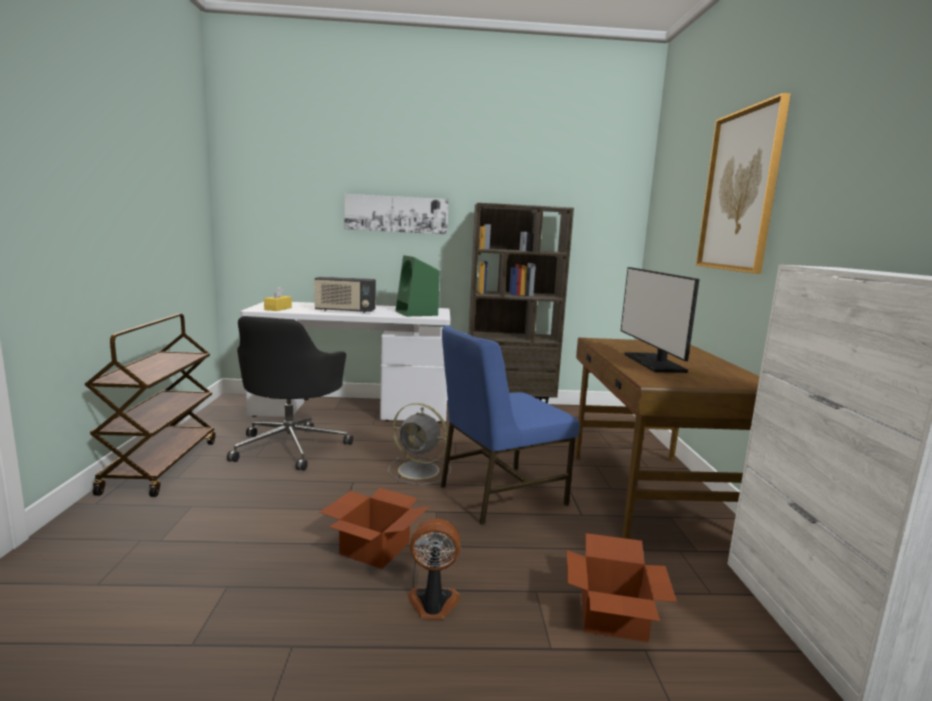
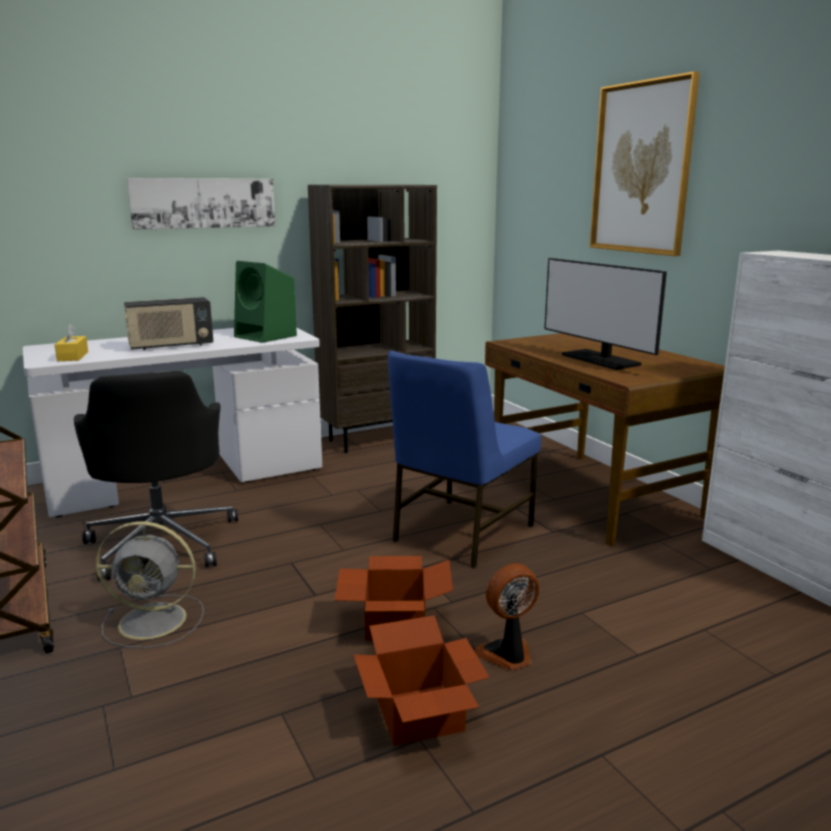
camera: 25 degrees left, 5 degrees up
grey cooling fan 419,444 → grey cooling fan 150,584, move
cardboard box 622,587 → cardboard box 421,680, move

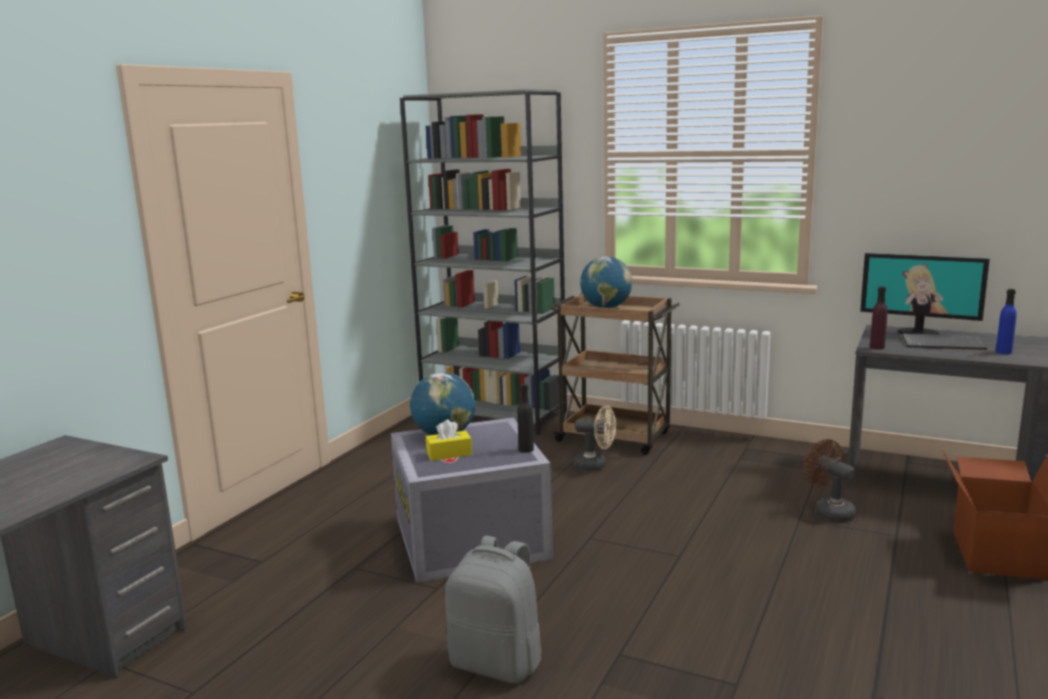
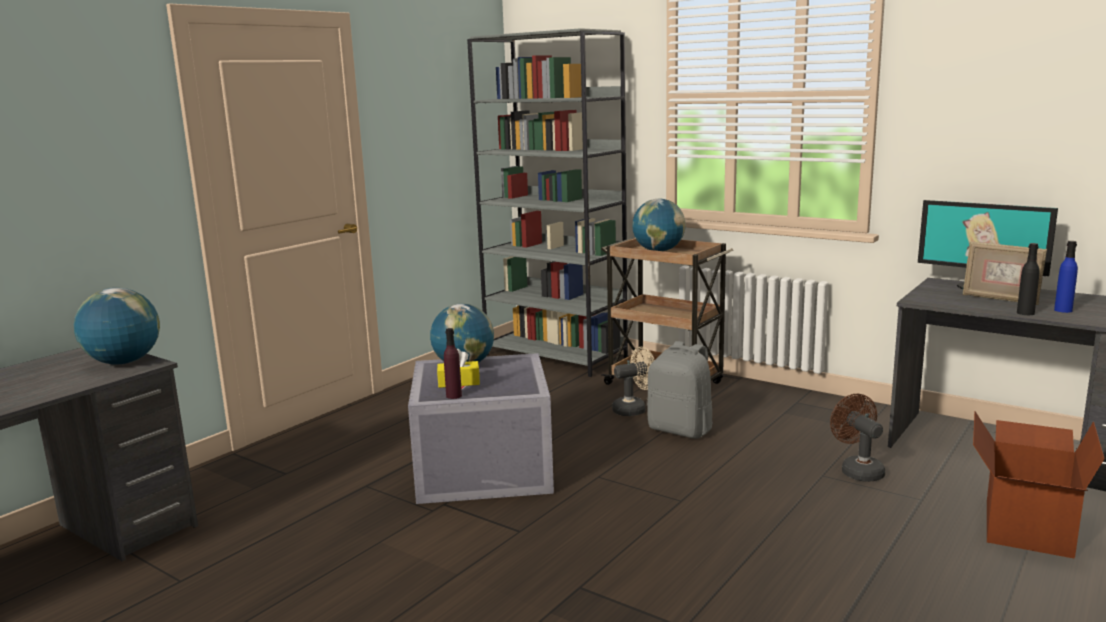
camera: 10 degrees right, 0 degrees up
purple-coloured bottle 879,318 → purple-coloured bottle 453,363, move
computer keyboard 944,341 → picture frame 1005,273
blackish bottle 525,418 → blackish bottle 1028,279, move
beige cooling fan 595,438 → beige cooling fan 633,381, 45 degrees counterclockwise
grey knapsack 493,609 → grey knapsack 680,390, move
- → globe 117,326

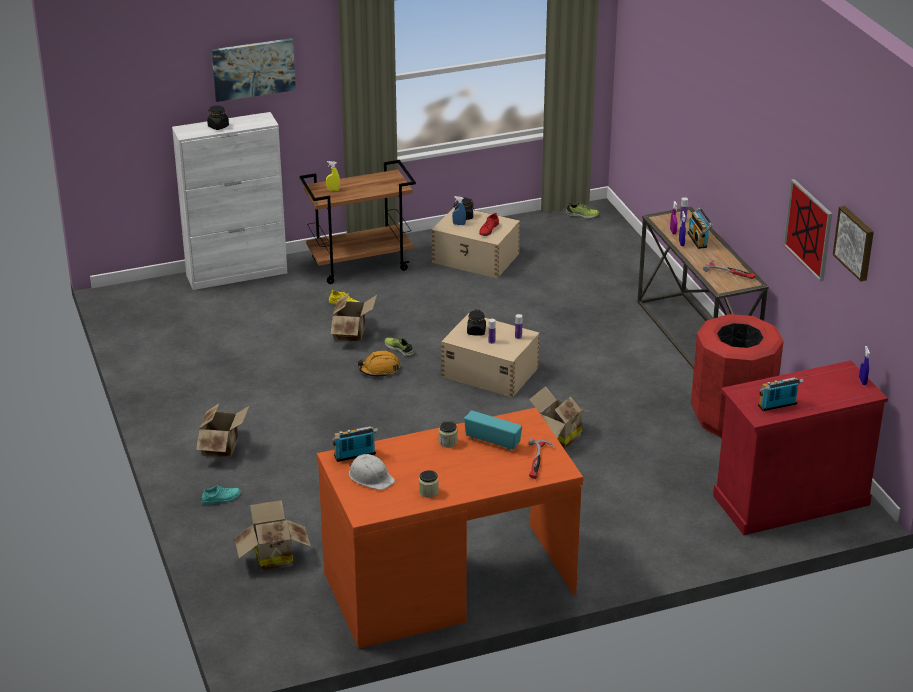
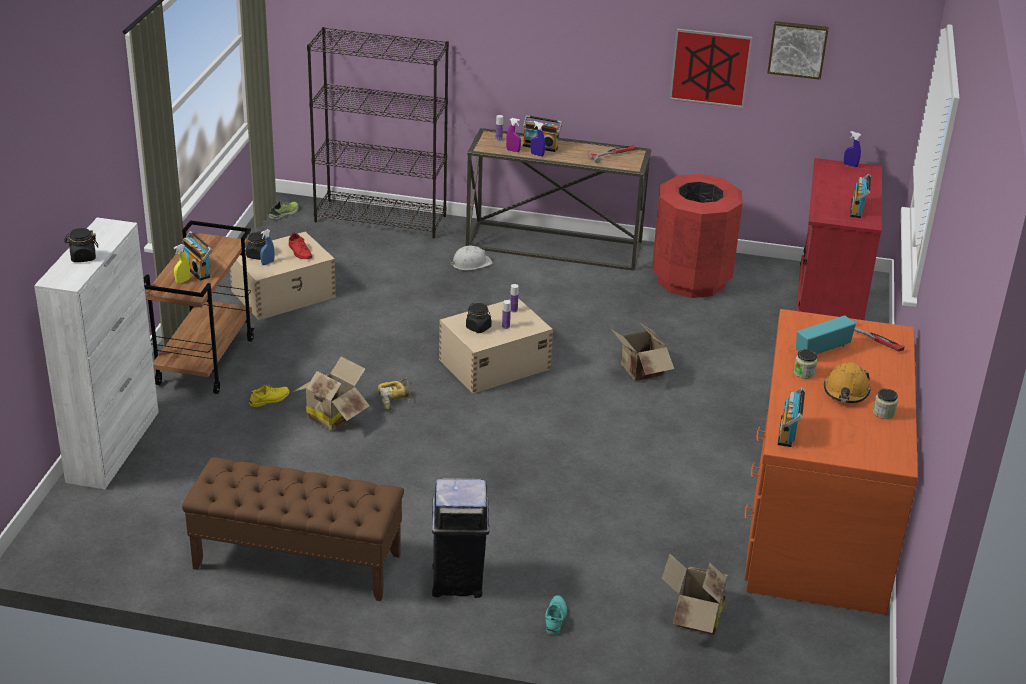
camera: 60 degrees left, 0 degrees up
picture 253,70 → -
low shoe 399,347 → power drill 394,394
orange-coloured hard hat 378,363 → orange-coloured hard hat 847,382, move
cardboard box 222,430 → blackish trash can 460,538
whitish hard hat 372,472 → whitish hard hat 471,258, move
- → blackish bookcase 378,132
- → radio 197,256
- → brown-coloured bench 293,529

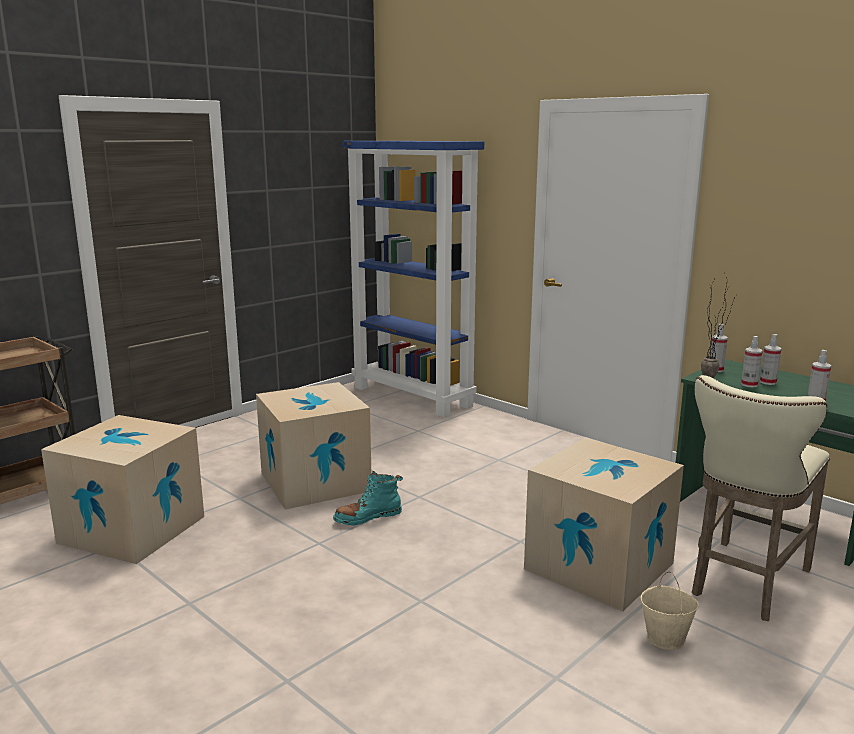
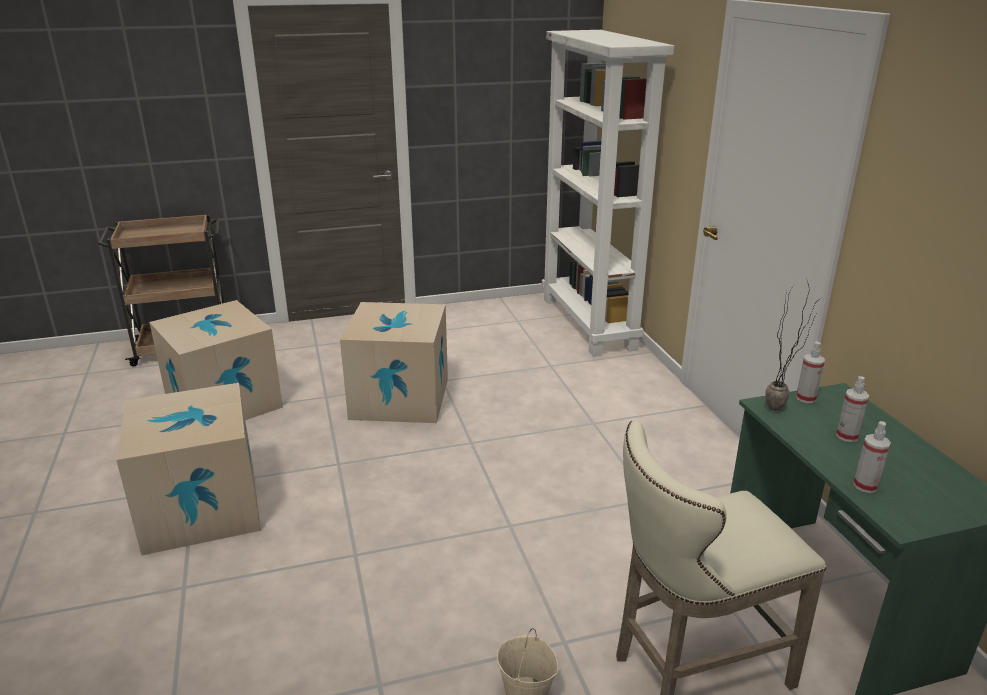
camera: 30 degrees right, 10 degrees up
blue bookcase 413,279 → whitish bookcase 608,193
hand sprayer 752,361 → -
cardboard box 604,524 → cardboard box 188,469, move
turquoise-coloured tall boot 368,498 → -

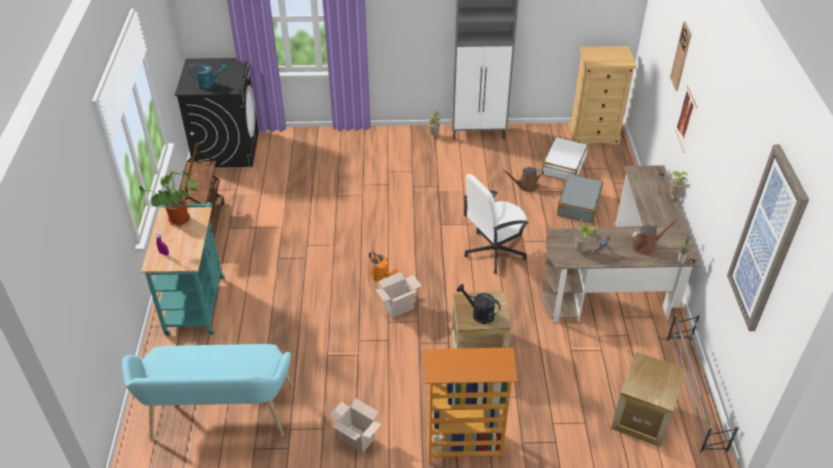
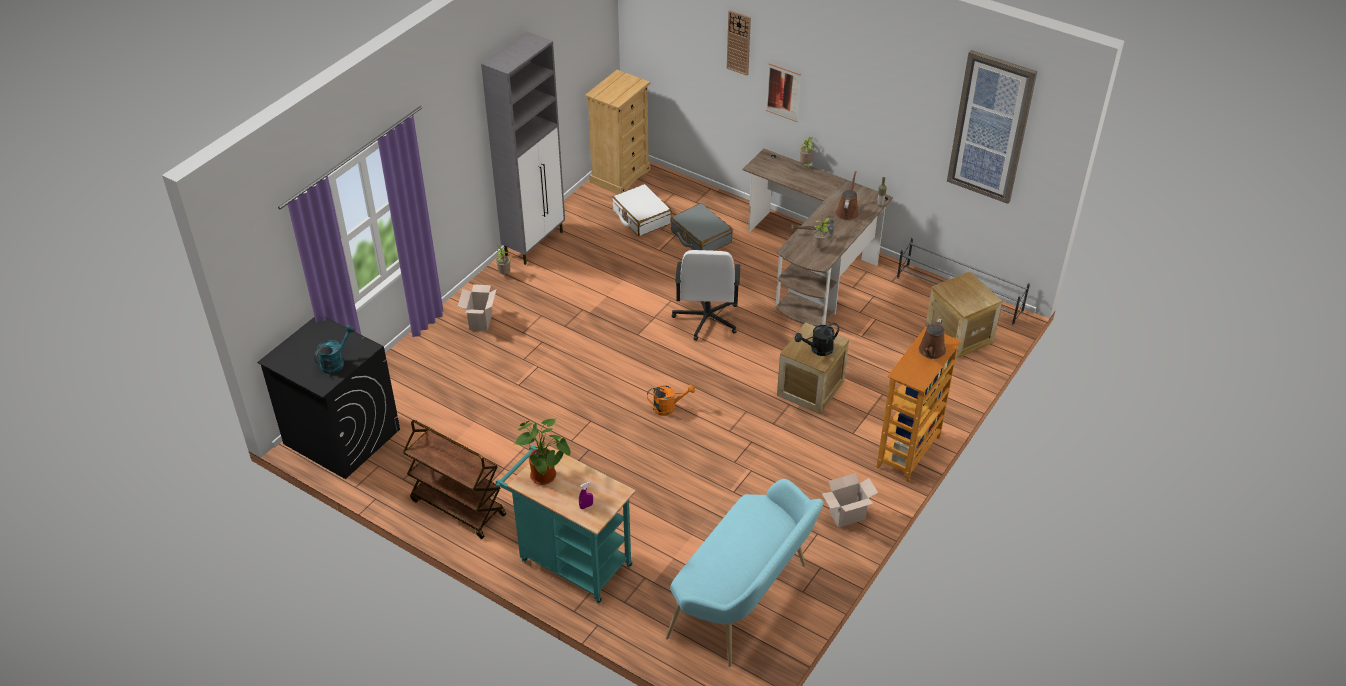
camera: 55 degrees left, 0 degrees up
brown-coloured watering pot 523,179 → brown-coloured watering pot 932,338, move
cardboard box 398,295 → cardboard box 477,307, move

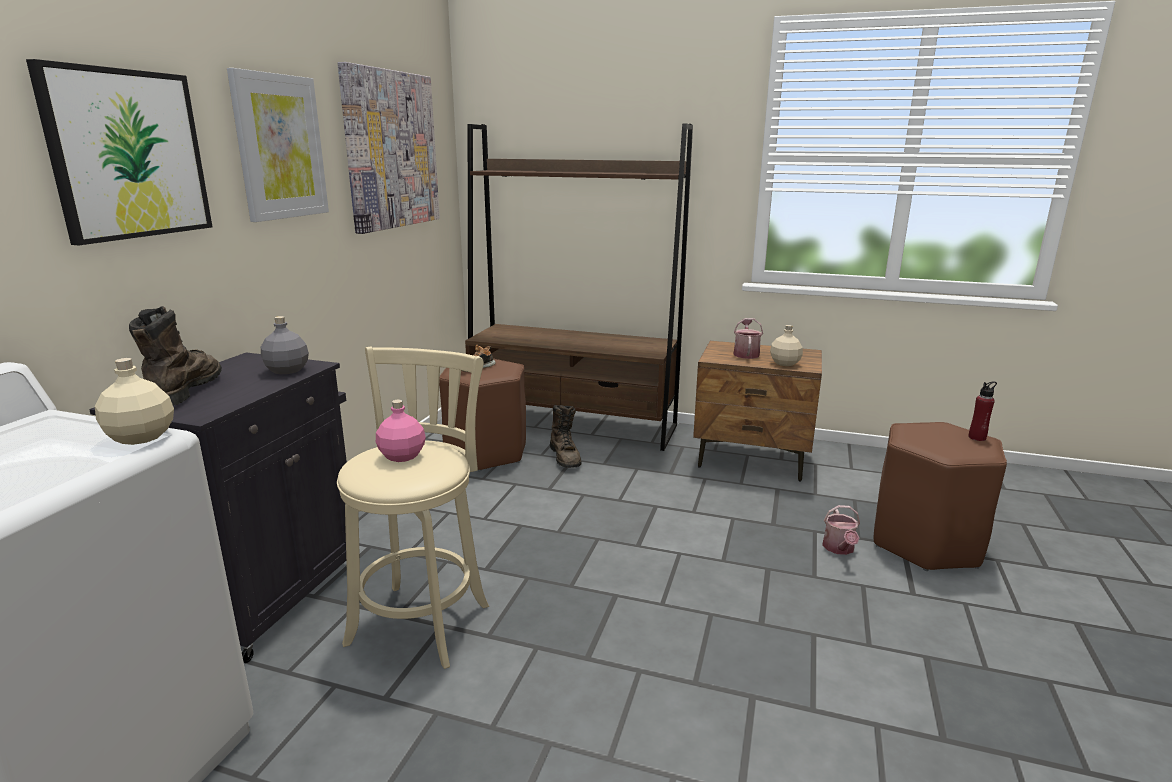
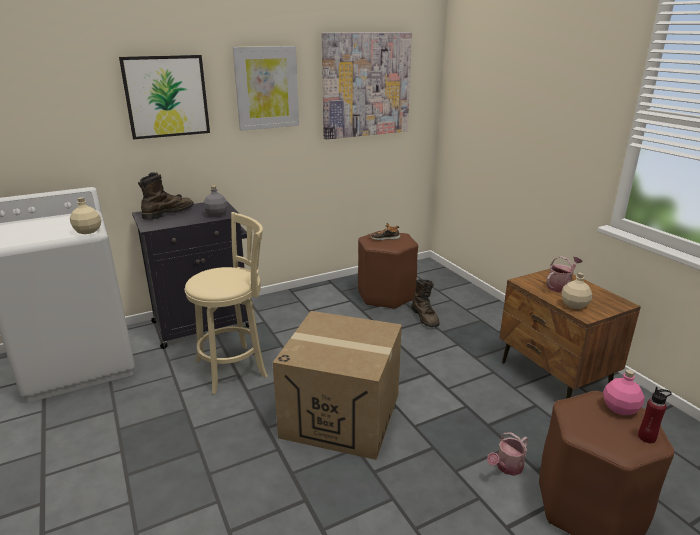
camera: 45 degrees right, 5 degrees up
brown-coloured bookcase 579,287 → -
pinkish bottle 401,431 → pinkish bottle 624,392, move
brown-coloured tall boot 565,436 → brown-coloured tall boot 425,303, 45 degrees counterclockwise
- → cardboard box 337,385

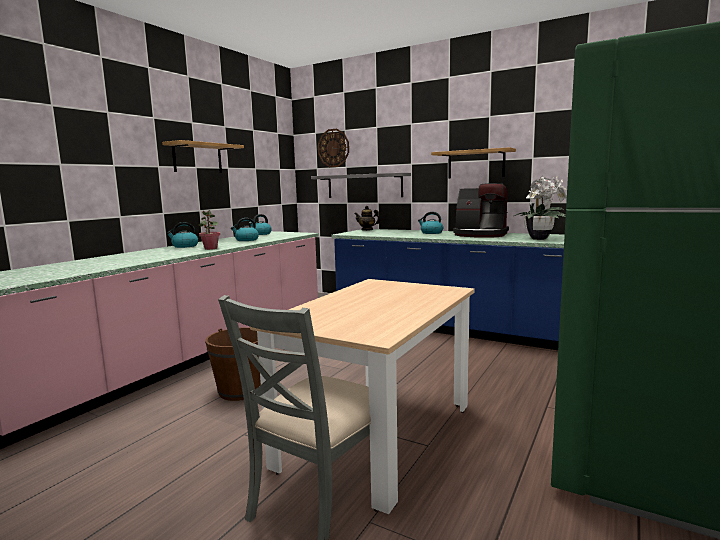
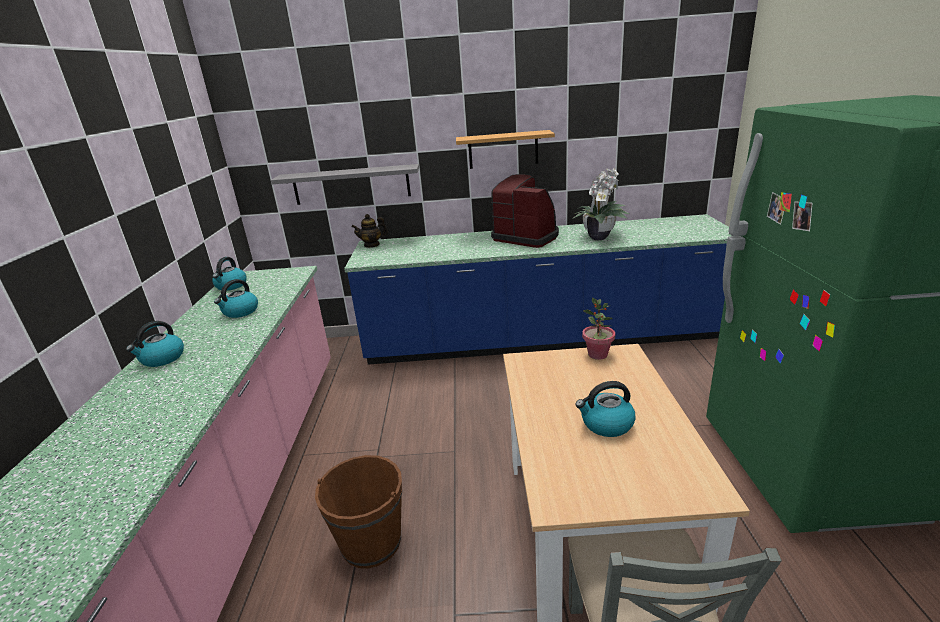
camera: 30 degrees left, 15 degrees up
wall clock 333,148 → -
bracket shelf 203,156 → -
coffee brewer 481,210 → coffee brewer 525,211, 135 degrees counterclockwise
houseplant 209,230 → houseplant 598,329, move
tea kettle 430,223 → tea kettle 605,409, move

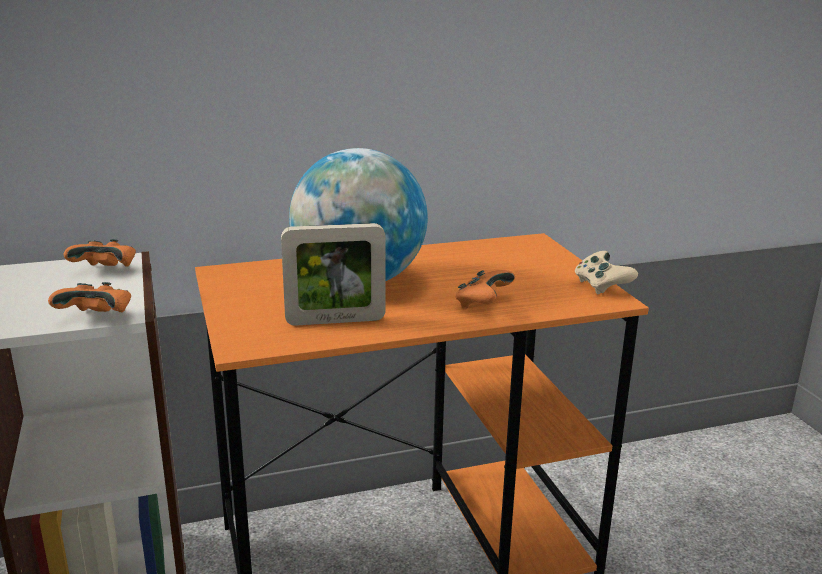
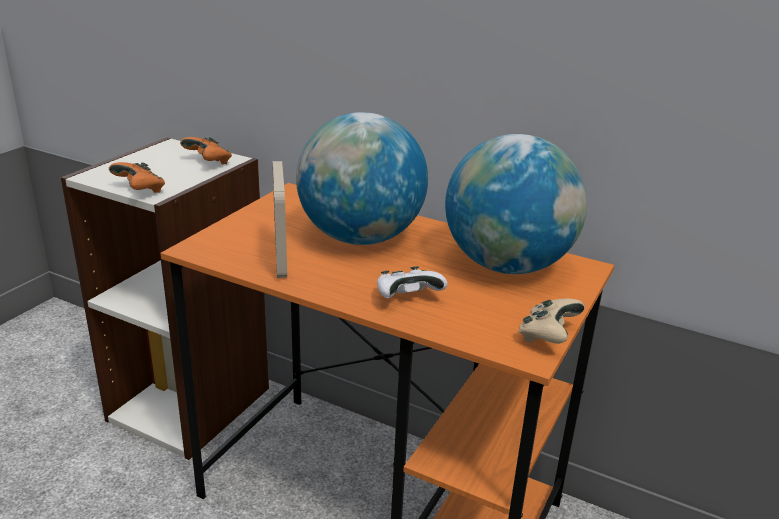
camera: 45 degrees right, 5 degrees up
picture frame 333,274 → picture frame 279,219, 135 degrees counterclockwise
orange-coloured gamepad 485,289 → whitish gamepad 412,282
- → globe 516,204

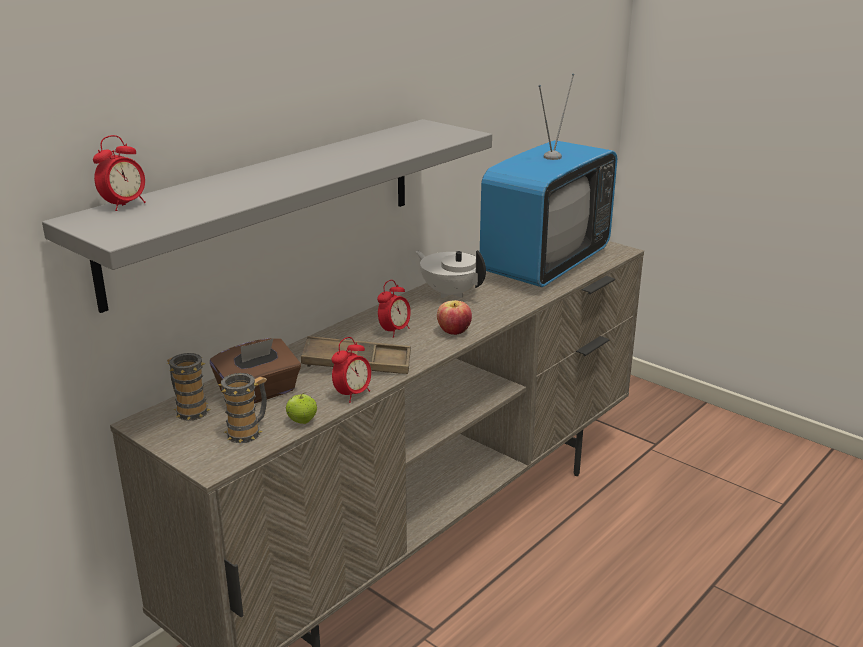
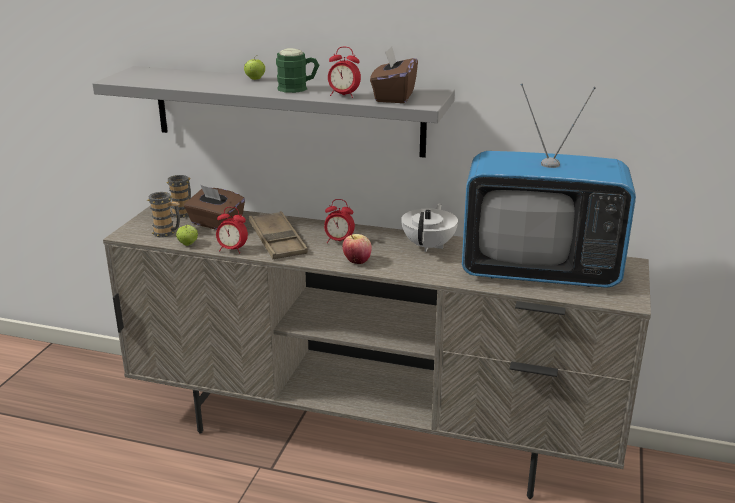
camera: 65 degrees right, 0 degrees up
table clock 119,173 → table clock 344,72, move
- → brown-coloured tissue holder 394,74
- → green-coloured mug 297,70
- → apple 254,68

